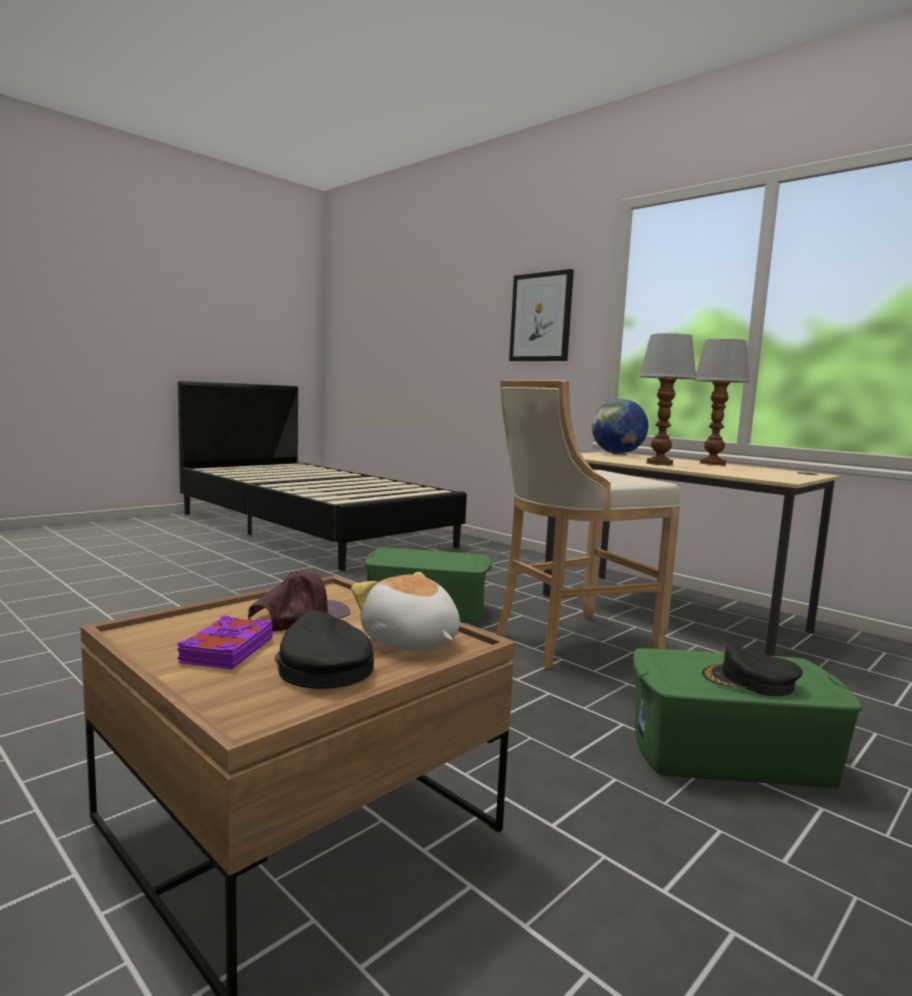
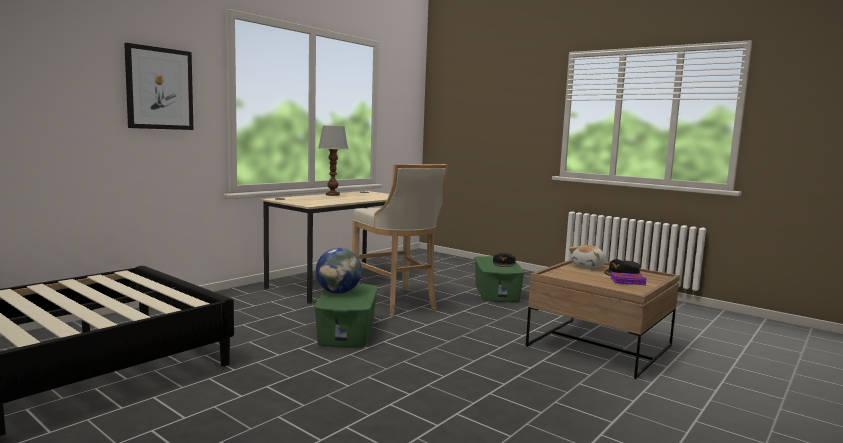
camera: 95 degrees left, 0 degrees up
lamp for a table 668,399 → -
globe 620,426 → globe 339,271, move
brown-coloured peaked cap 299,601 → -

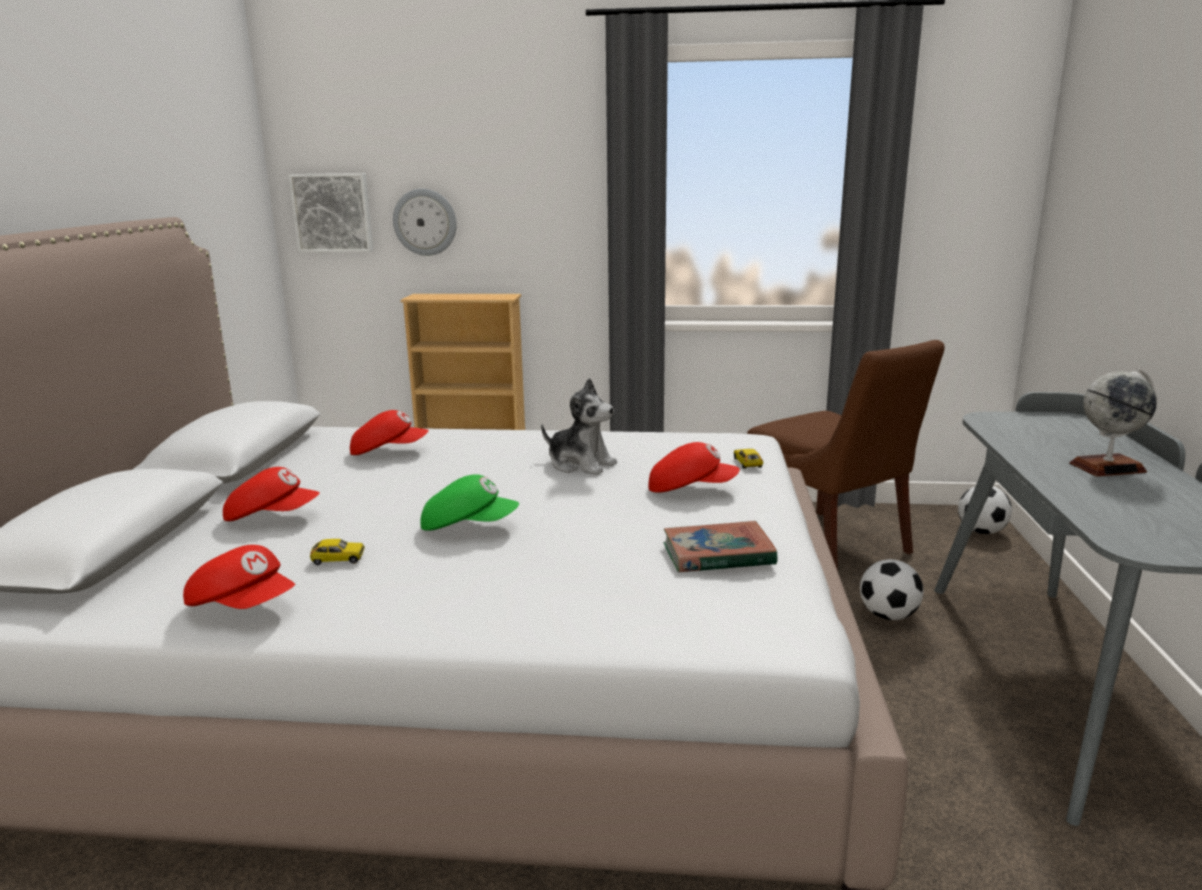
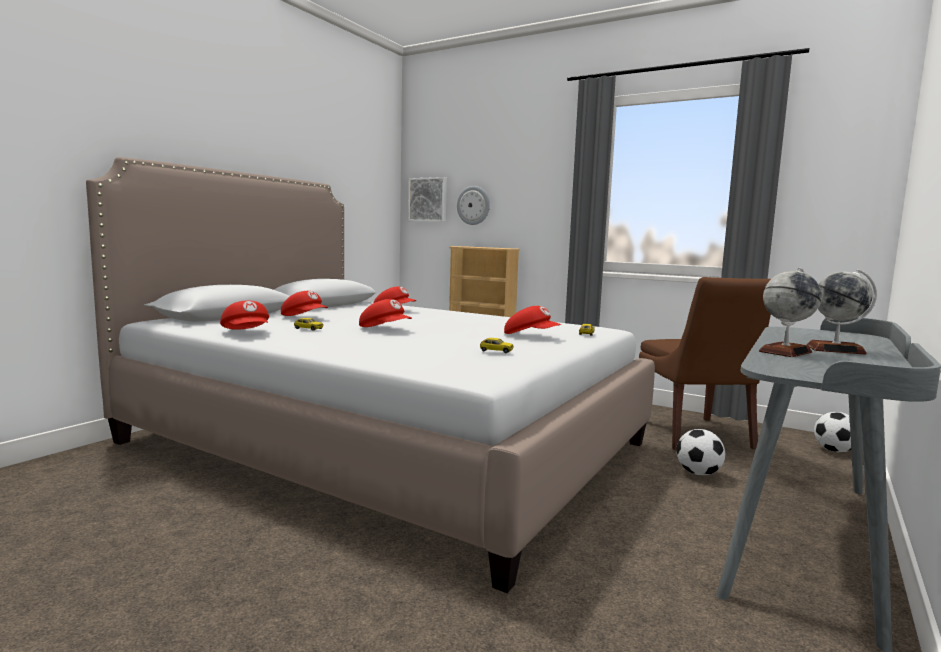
camera: 25 degrees right, 10 degrees down
cuddly toy 579,426 → -
green-coloured peaked cap 469,502 → red-coloured peaked cap 385,313
volume 720,546 → model car 497,345
- → globe 790,312

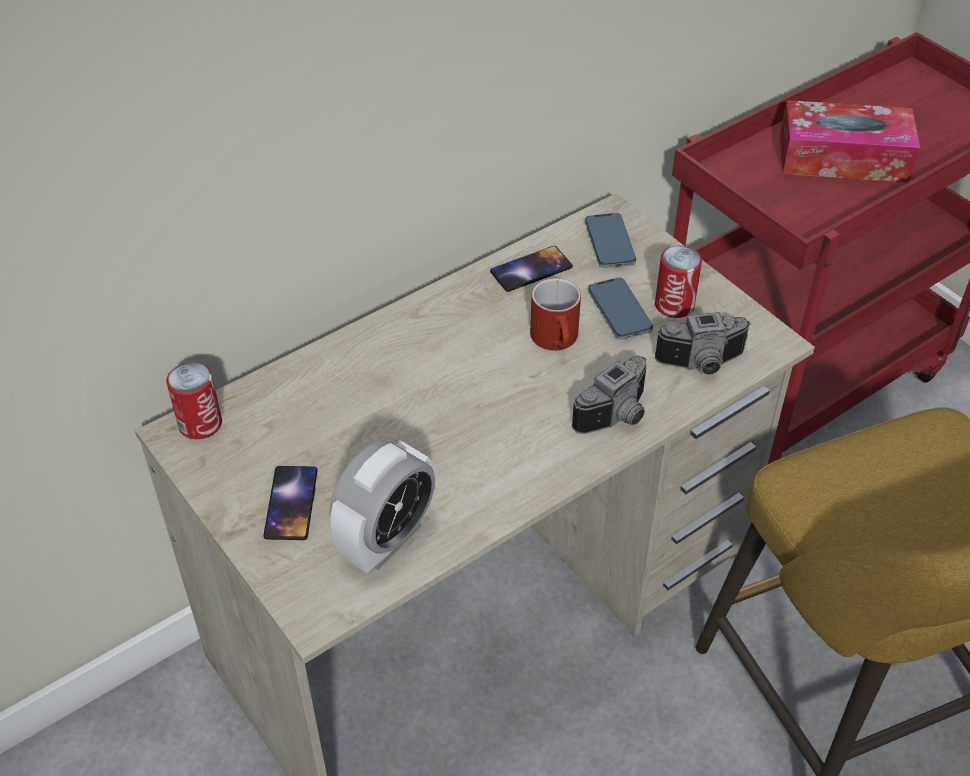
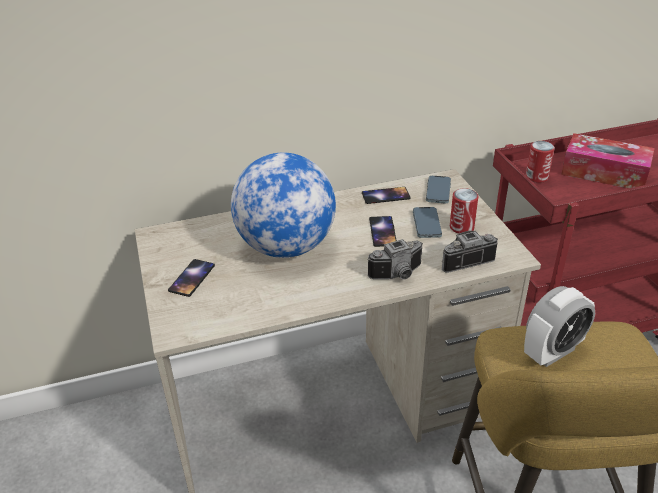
camera: 20 degrees right, 10 degrees down
red-coloured mug 555,314 → phone 383,231
still camera 703,343 → still camera 470,252, 150 degrees clockwise
can 194,400 → can 540,162, move
table clock 382,506 → table clock 559,326, move
- → globe 283,205

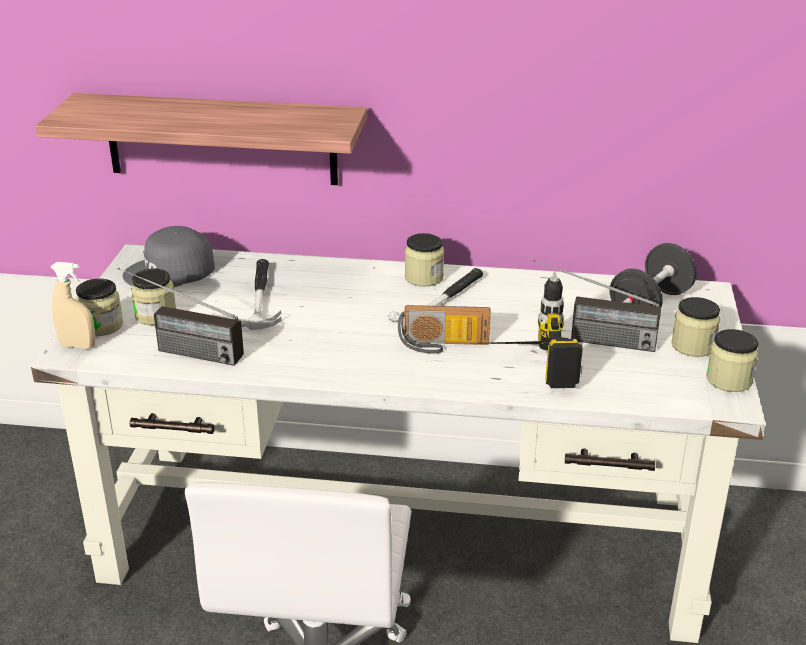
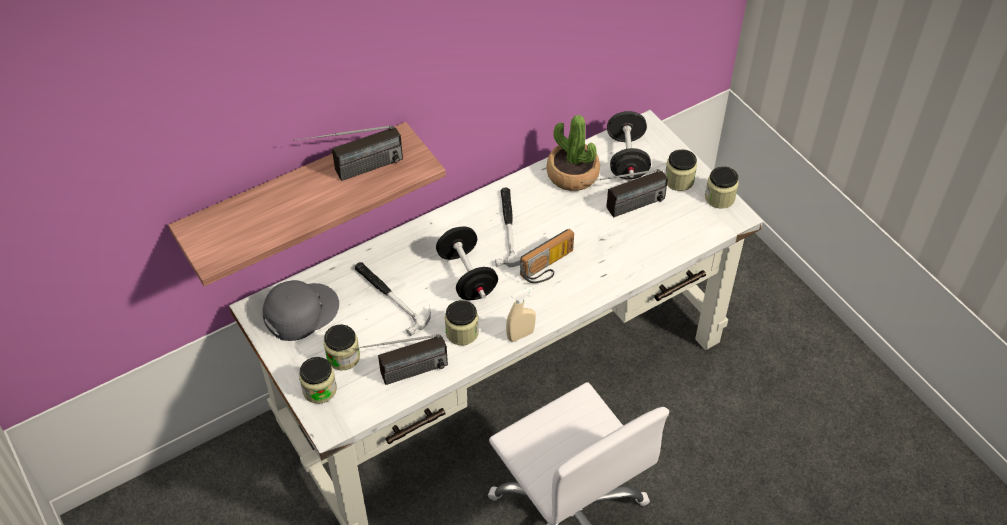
camera: 40 degrees left, 20 degrees up
grey peaked cap 169,256 → grey peaked cap 301,310, 150 degrees counterclockwise
preserve jar 424,260 → preserve jar 462,323, move
beige hand sprayer 73,305 → beige hand sprayer 521,314, move
power drill 534,330 → -
- → houseplant 573,153
- → radio 348,153
- → blackish dumbbell 467,263

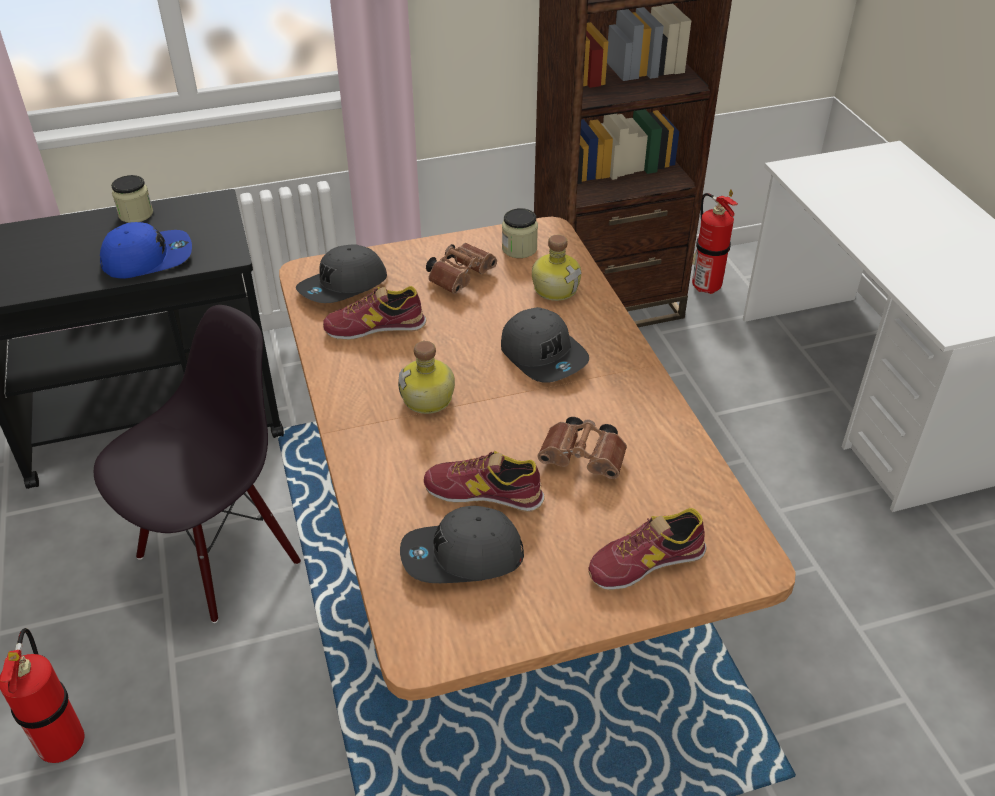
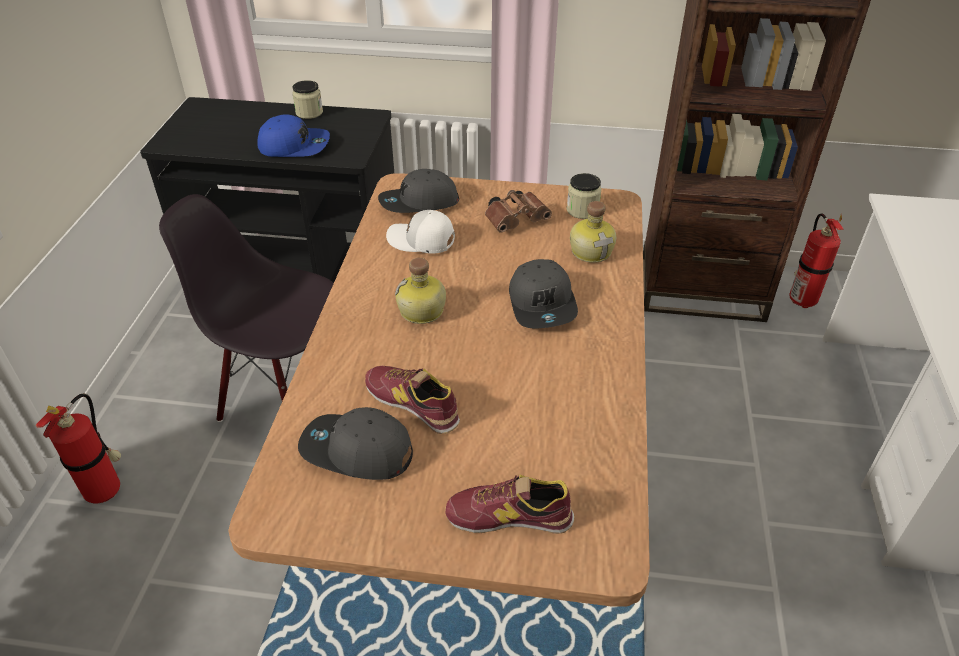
camera: 25 degrees right, 0 degrees up
low shoe 374,313 → whitish peaked cap 420,232
blackish upright chair 197,464 → blackish upright chair 246,308, 135 degrees counterclockwise
brown-coloured pair of binoculars 582,448 → -

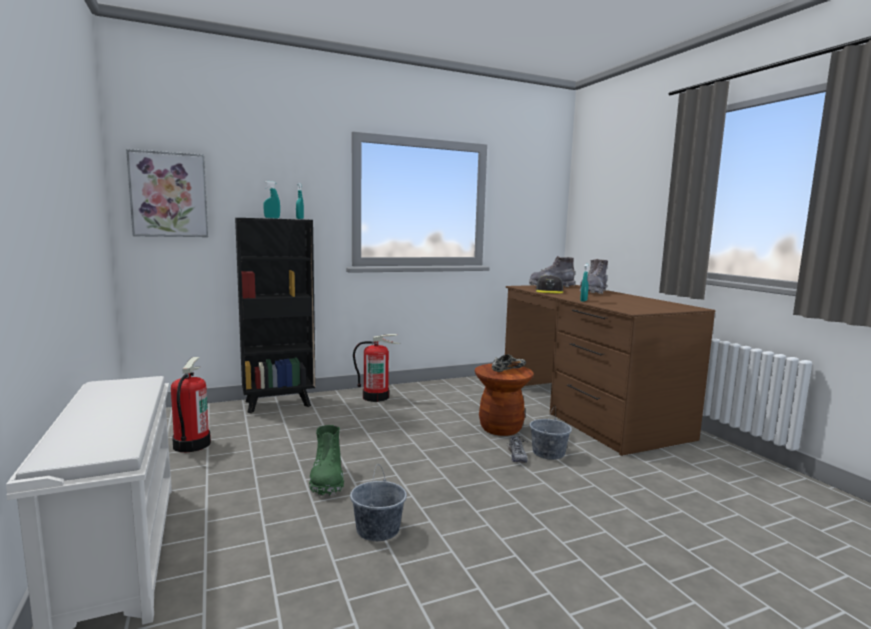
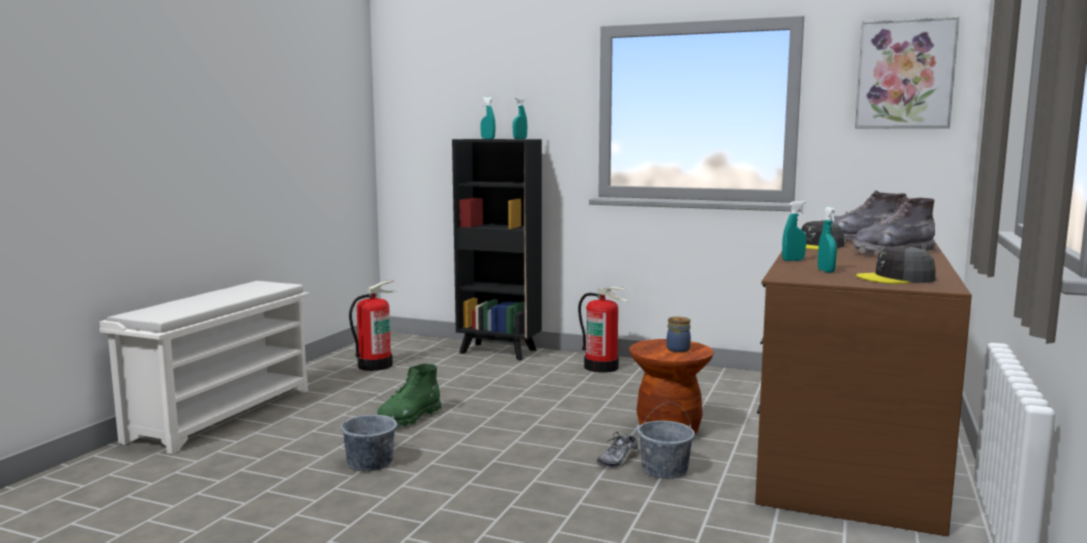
camera: 45 degrees right, 0 degrees up
picture 167,193 → picture 907,72, move
low shoe 509,363 → preserve jar 678,334
- → turquoise-coloured hand sprayer 827,239
- → grey peaked cap 896,265

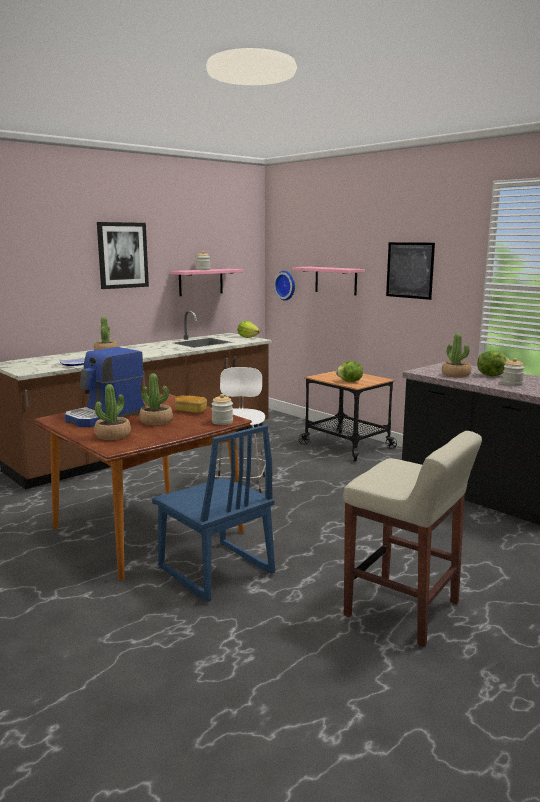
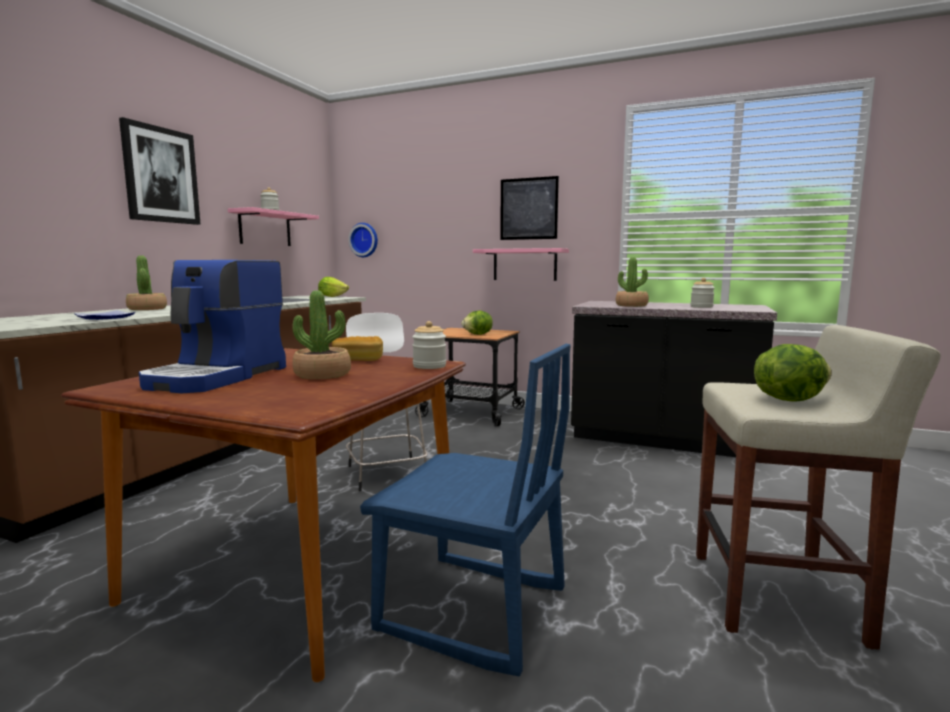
camera: 25 degrees left, 5 degrees down
pinkish bracket shelf 329,281 → pinkish bracket shelf 521,264, move
lettuce 493,363 → lettuce 793,373, move
houseplant 112,412 → -

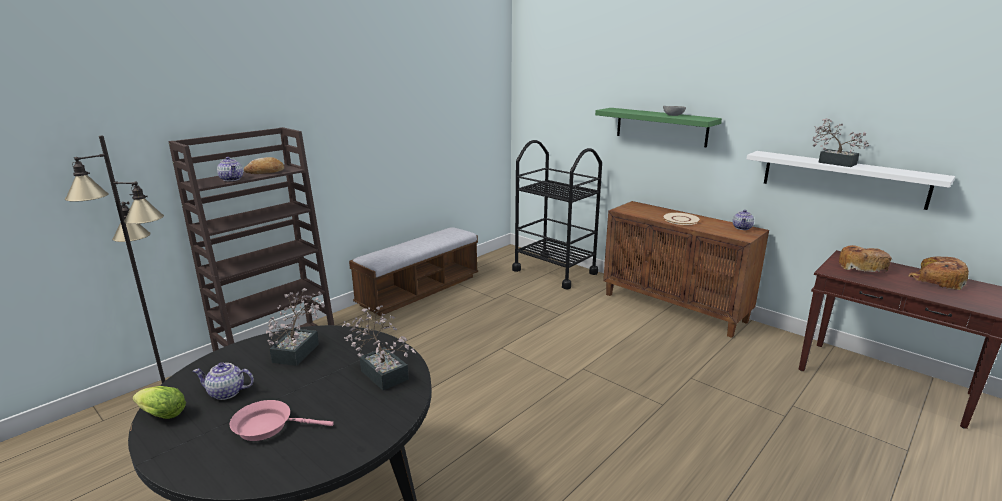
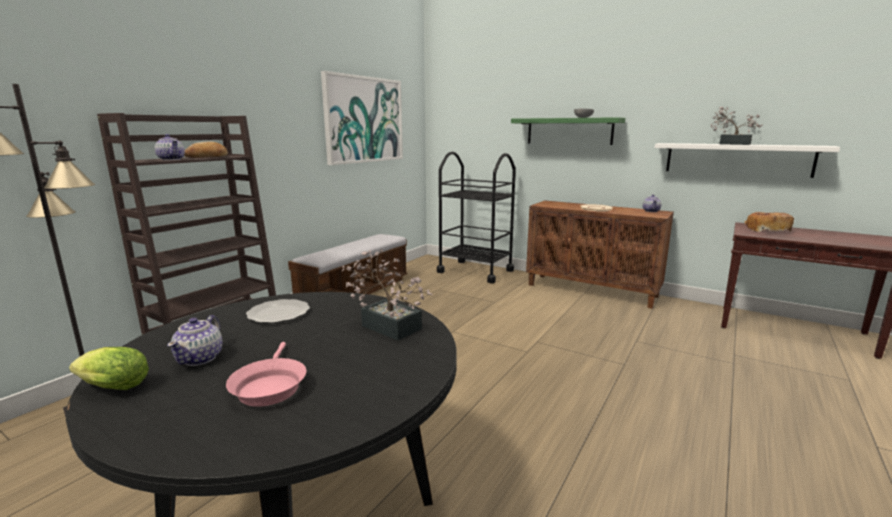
camera: 10 degrees left, 5 degrees down
bakery bread 938,273 → -
houseplant 295,327 → plate 278,311
tea pot 223,381 → tea pot 195,340, 75 degrees counterclockwise
pinkish skillet 281,420 → pinkish skillet 266,374, 90 degrees counterclockwise
- → picture 362,118

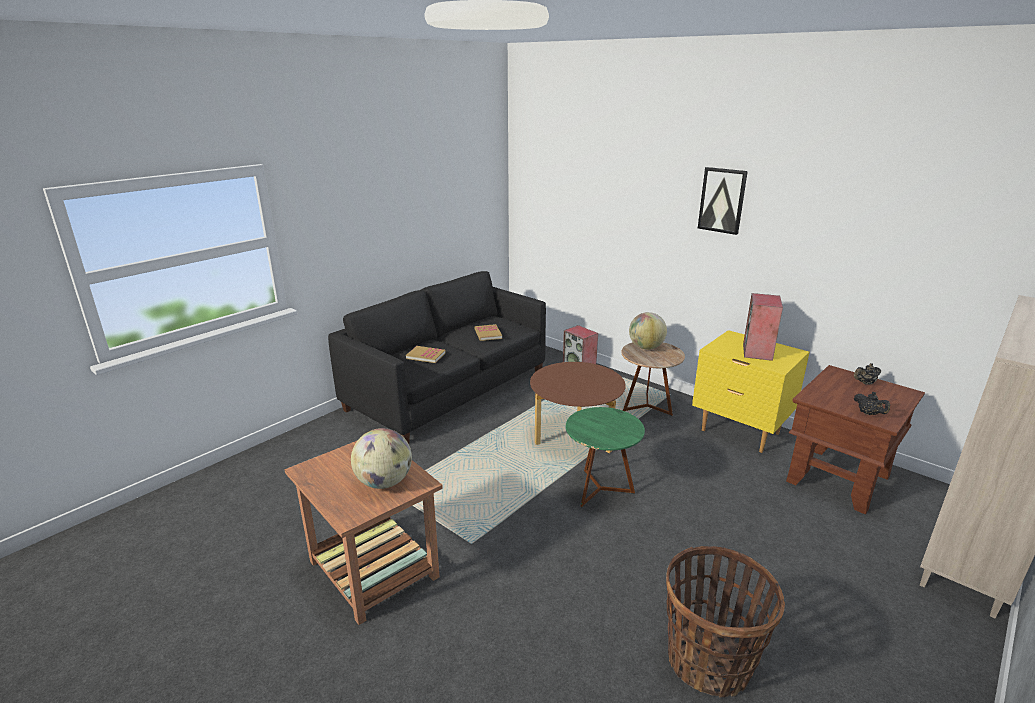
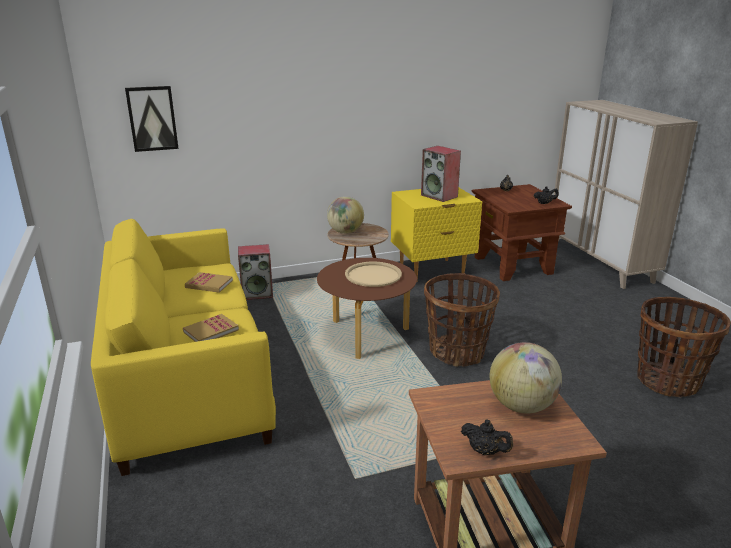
camera: 60 degrees left, 0 degrees up
picture 723,201 → picture 152,119, move
blackish couch 437,357 → yellowish couch 183,347
green-coloured side table 605,457 → household basket 462,320
- → beige tray 373,274
- → blackish tea pot 487,437

